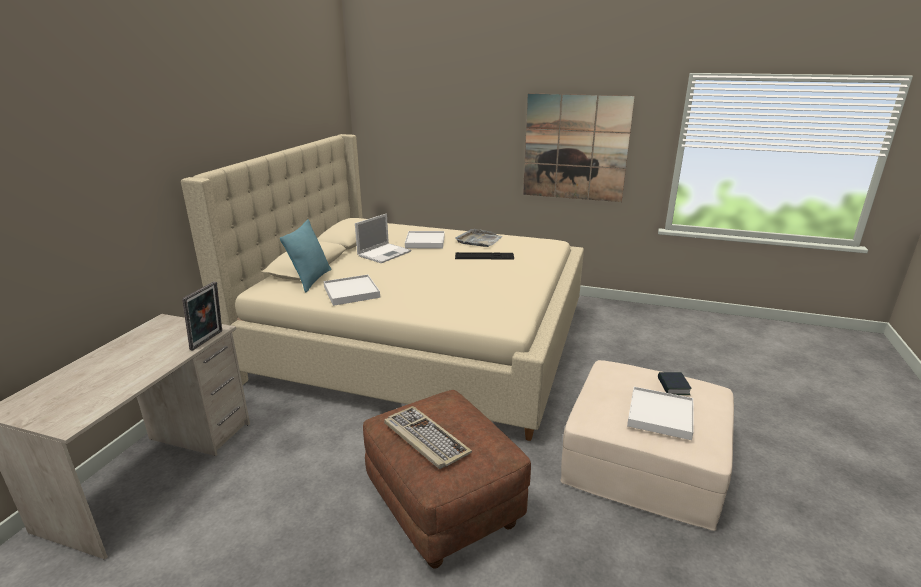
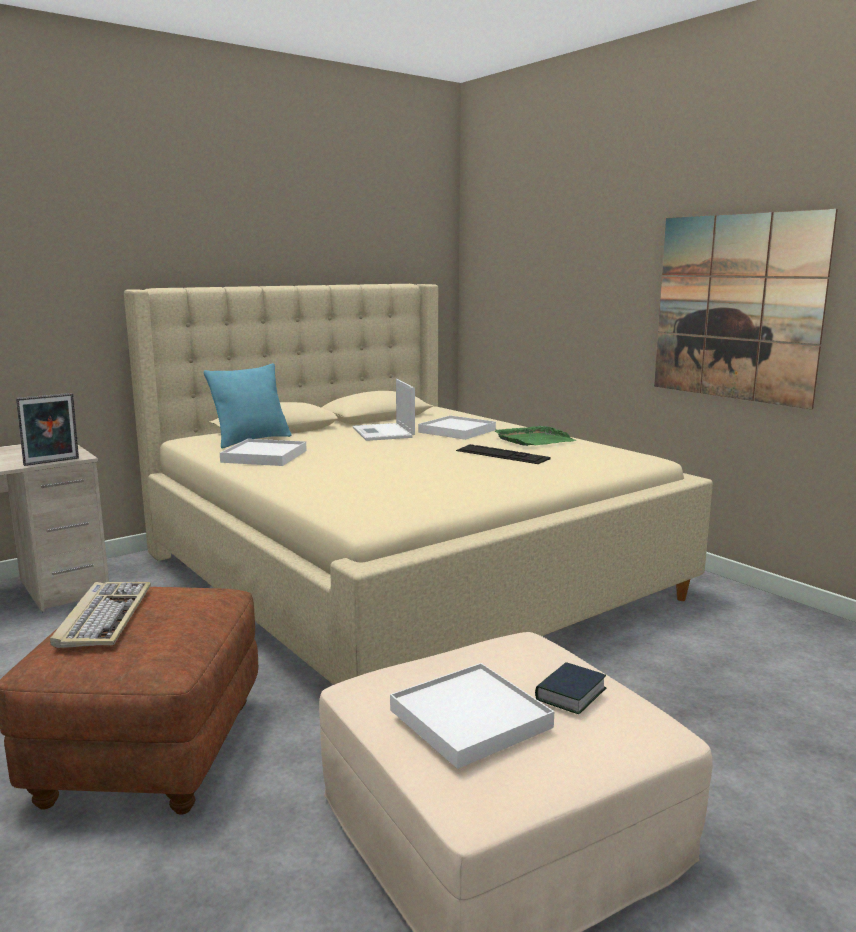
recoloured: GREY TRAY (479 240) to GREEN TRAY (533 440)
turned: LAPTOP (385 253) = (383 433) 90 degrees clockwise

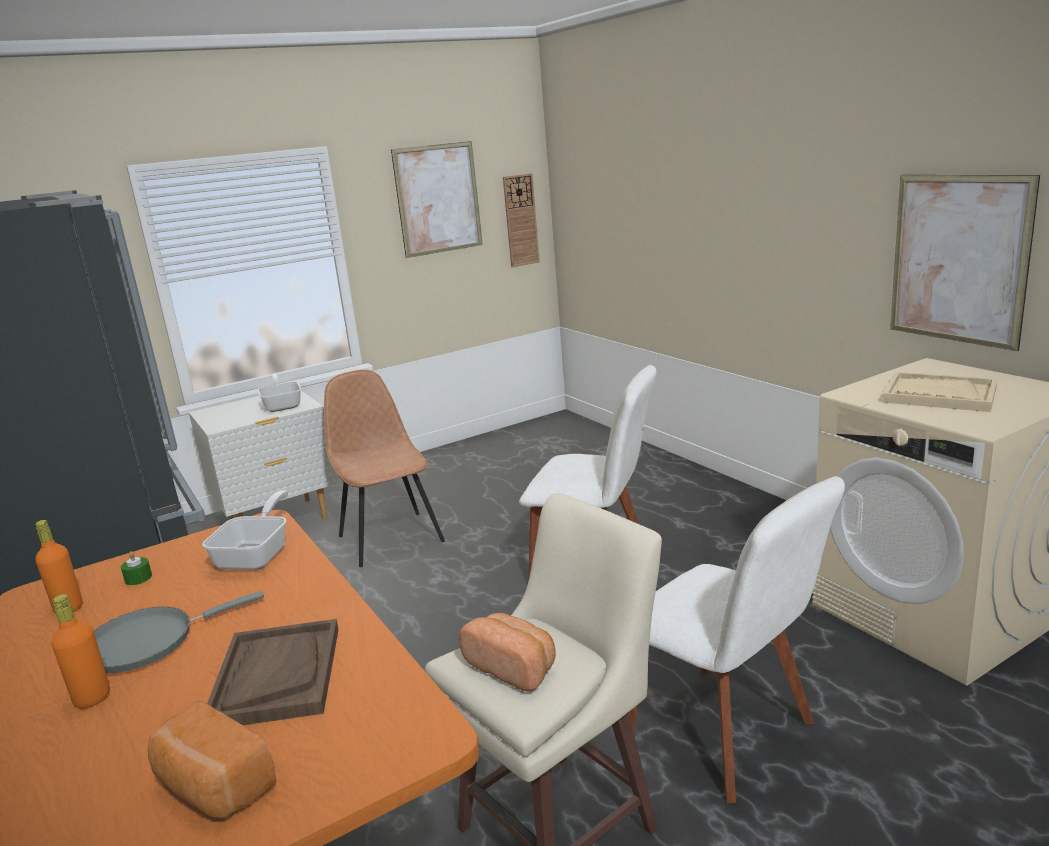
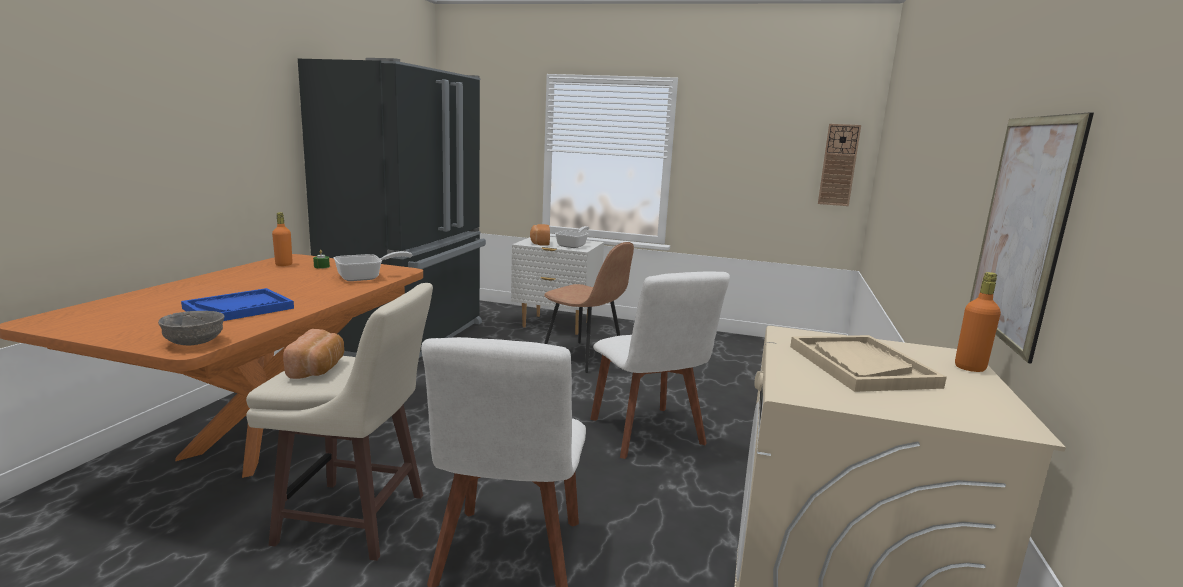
removed: GREY FRYING PAN (148 642); PICTURE (438 199)
added: GREY BOWL (194 343)
moved: ORANGE BOTTLE (92 698) to (970 367); BREAD (213 787) to (539 243)
recoloured: BROWN TRAY (276 675) to BLUE TRAY (239 308)
turned: BROWN CHAIR (390 537) = (584 357) 105 degrees clockwise

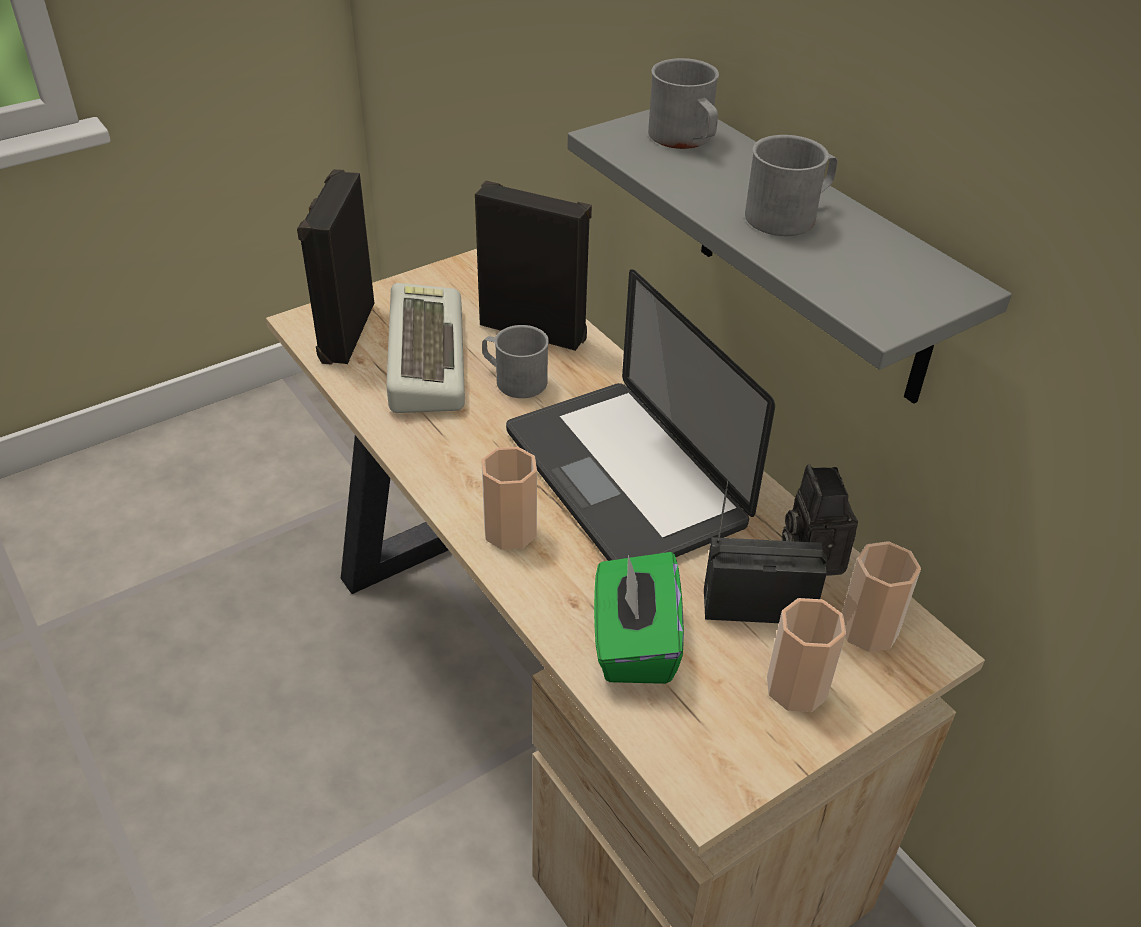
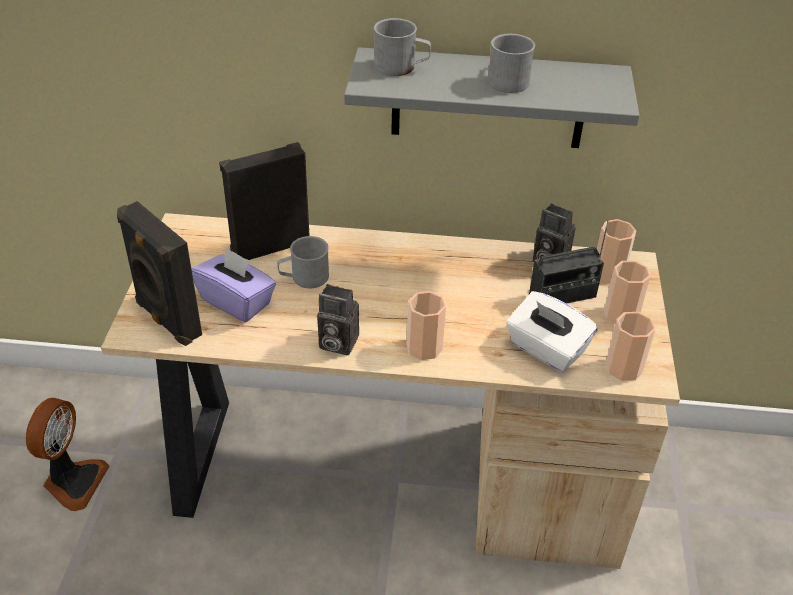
removed: LAPTOP (624 477)
added: FAN (73 481); PHOTO CAMERA (336 343); CUP (623 368)
replaced: KEYBOARD (422 357) to PURPLE TISSUE BOX (236 301)
recoloured: GREEN TISSUE BOX (634 643) to WHITE TISSUE BOX (546 349)
turned: RADIO (757 606) = (562 296) 150 degrees counterclockwise

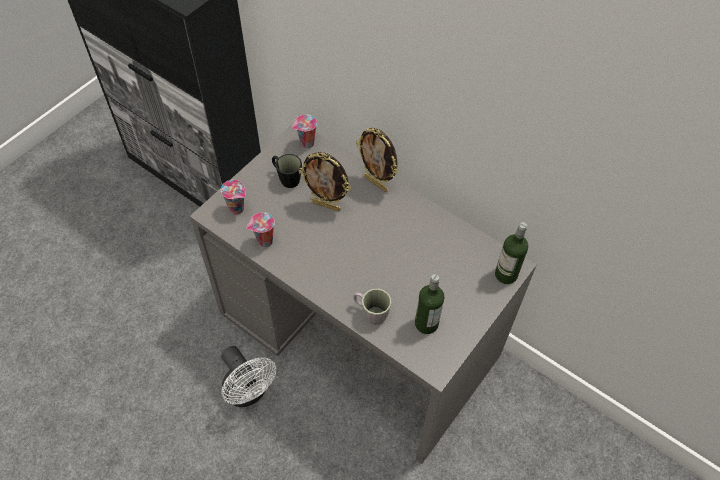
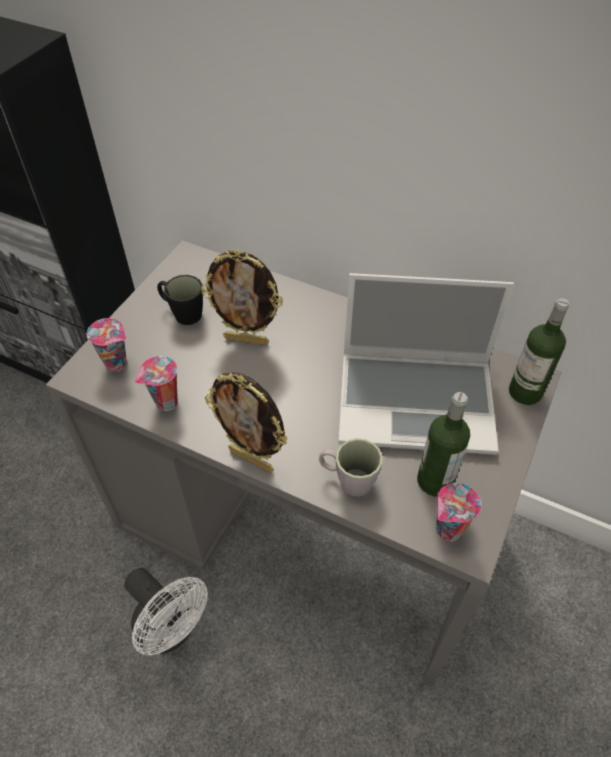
added: LAPTOP (417 402)
moved: CUP (306 144) to (447 531); PICTURE FRAME (376 183) to (252 459)

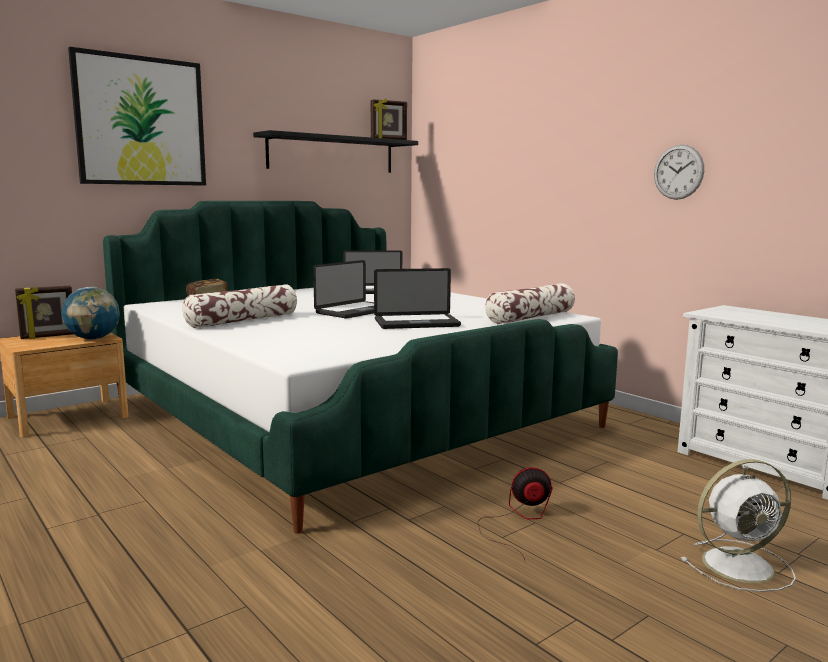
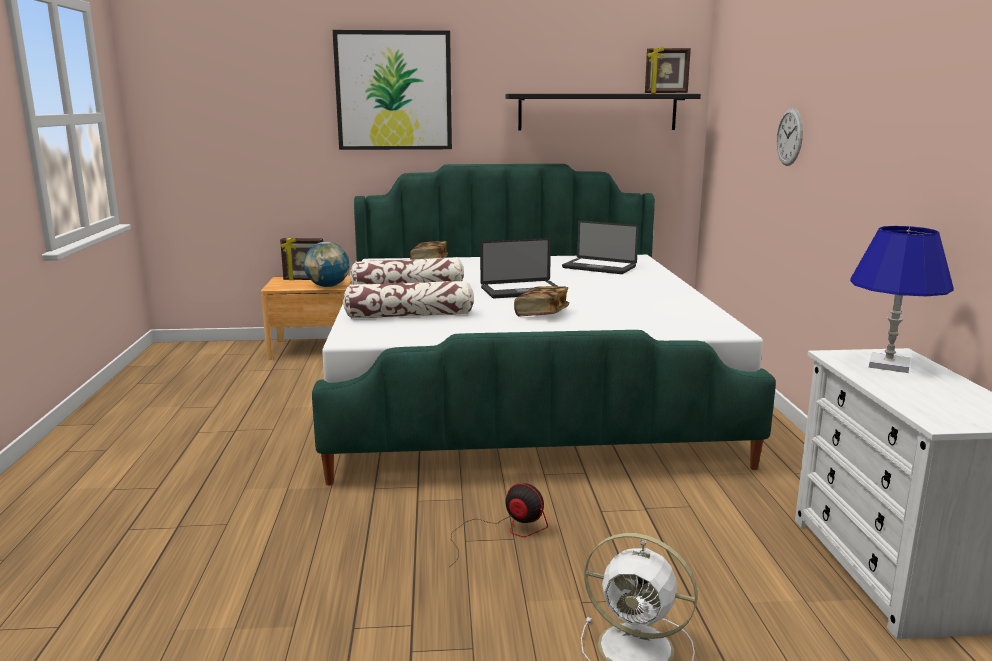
added: BLUE TABLE LAMP (888 365)
moved: PILLOW (530 317) to (410 315); WALL CLOCK (678 172) to (789 137)
replaced: LAPTOP (416 323) to BOOK (542 314)

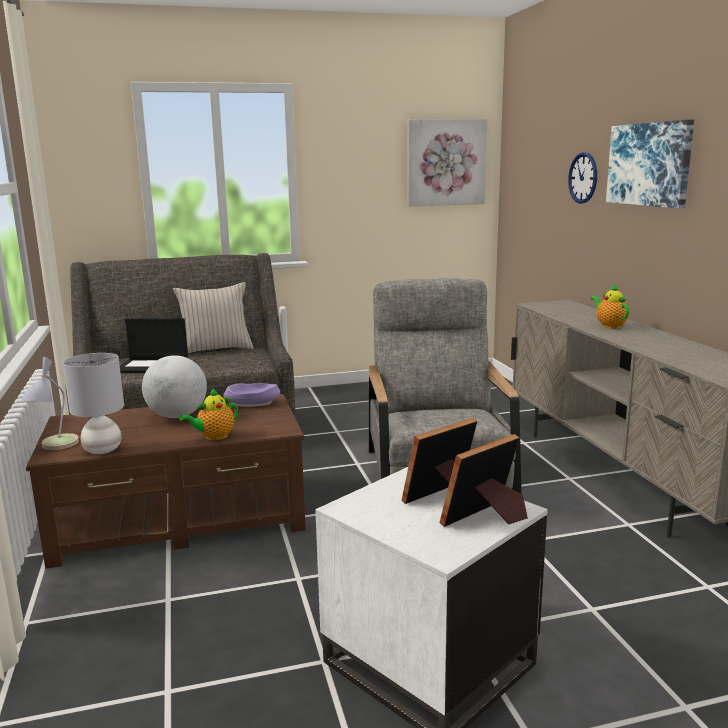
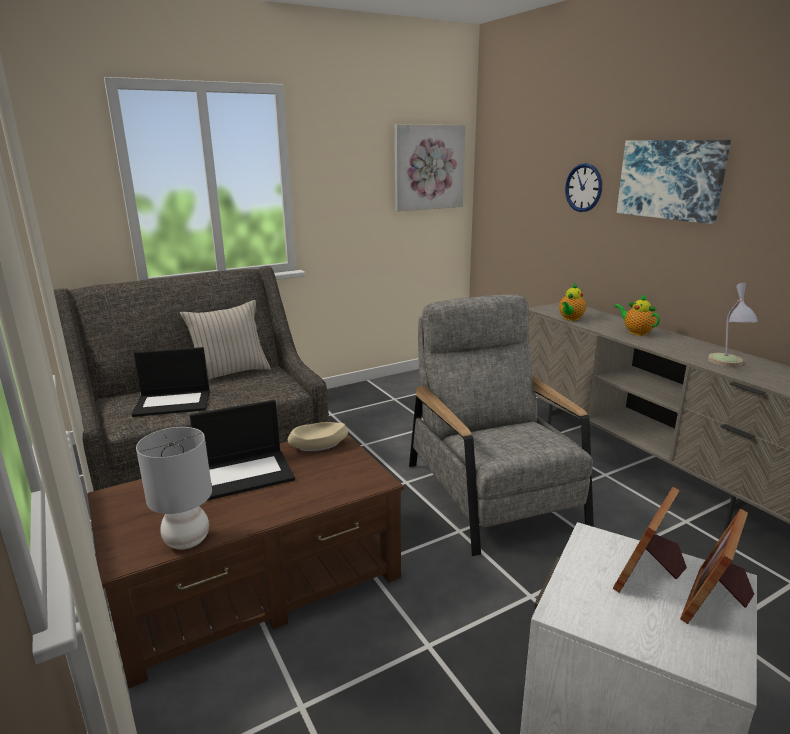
moved: TABLE LAMP (54 446) to (727 363); TEAPOT (214 437) to (570 319)
replaced: GLOBE (177 416) to LAPTOP (246 474)
recoloured: PURPLE BOWL (253 403) to BEIGE BOWL (319 445)

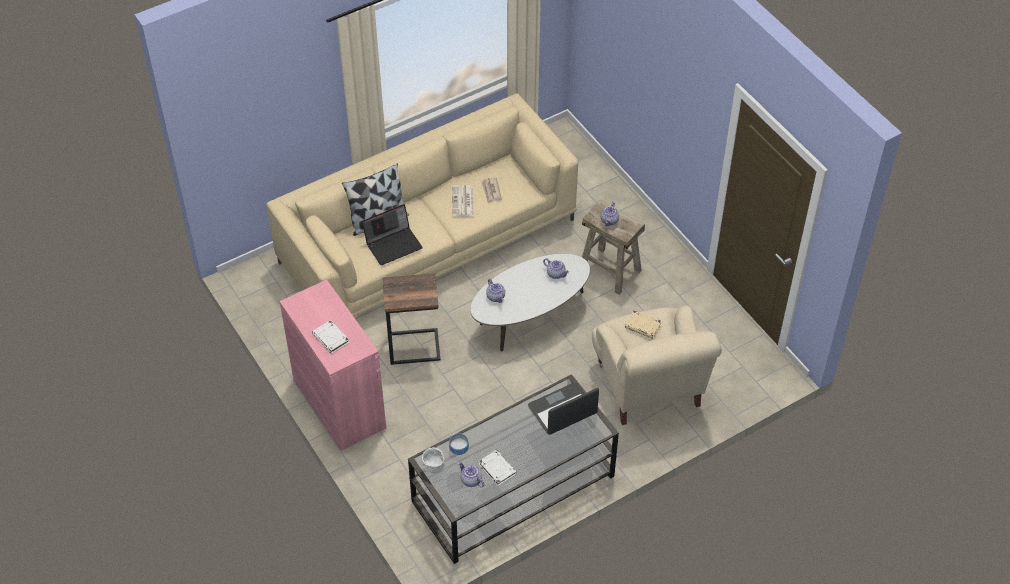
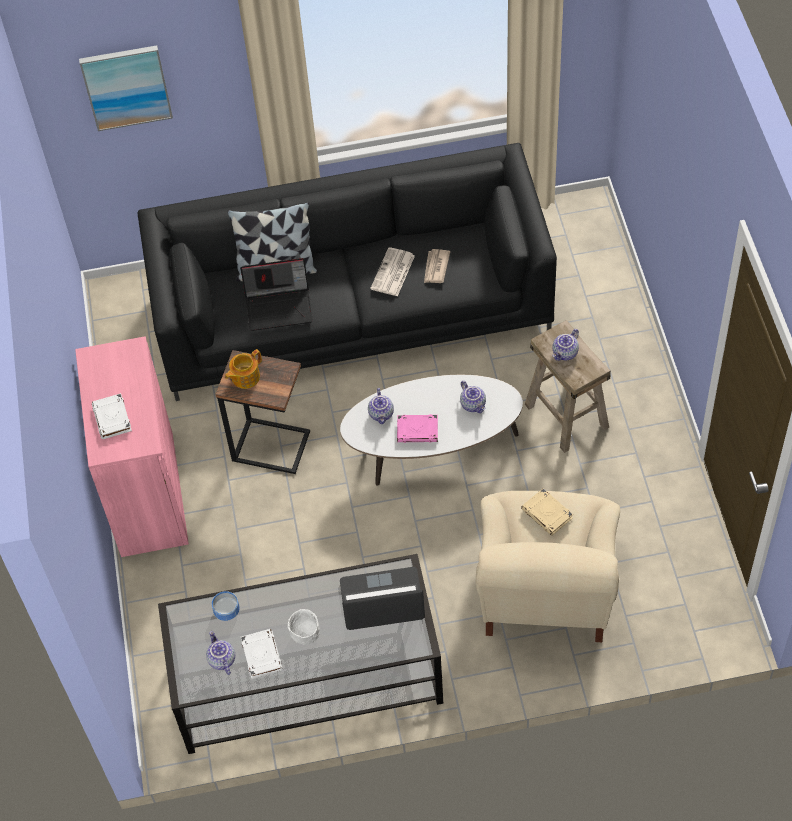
added: PICTURE (126 86); TEAPOT (244 377); PINK BOOK (418 430)
moved: WHITE BOWL (433 467) to (305 634)
recoloured: BEIGE SOFA (428 241) to BLACK SOFA (352 309)

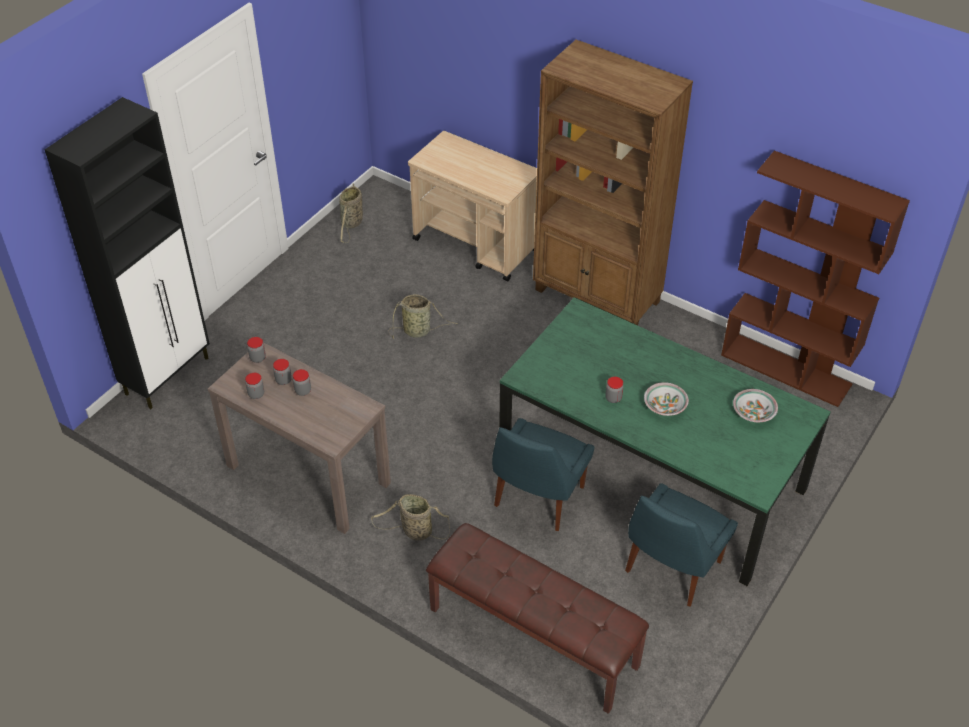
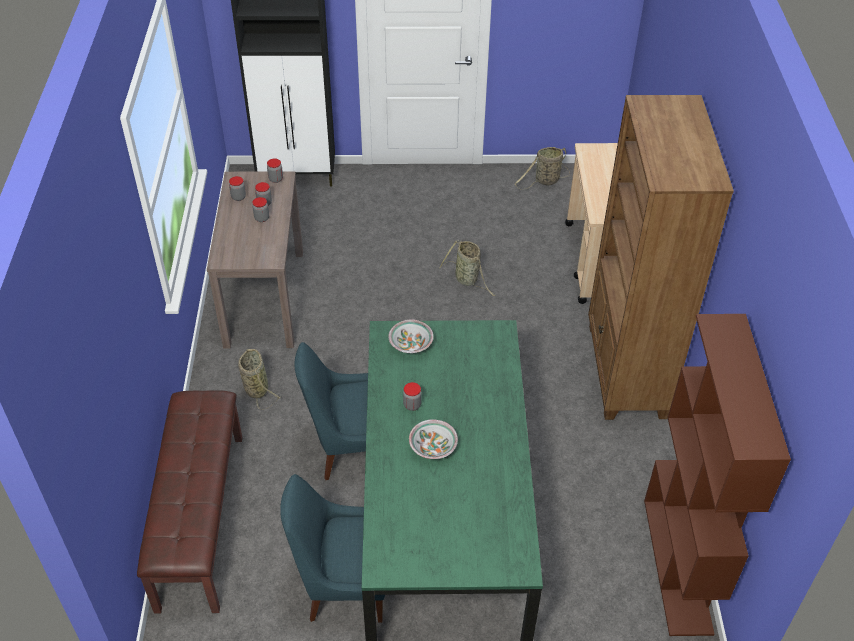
moved: BOWL (753 413) to (410 344)

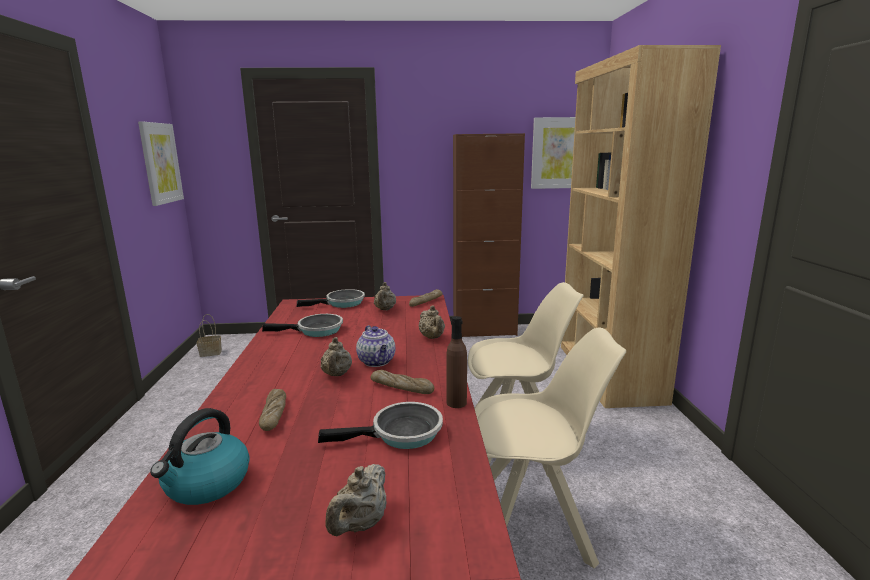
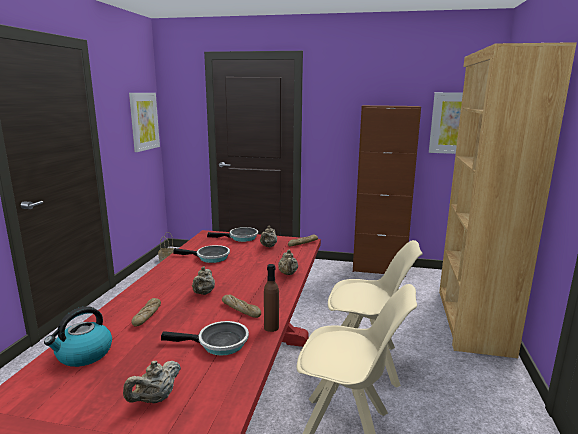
removed: TEAPOT (377 362)

